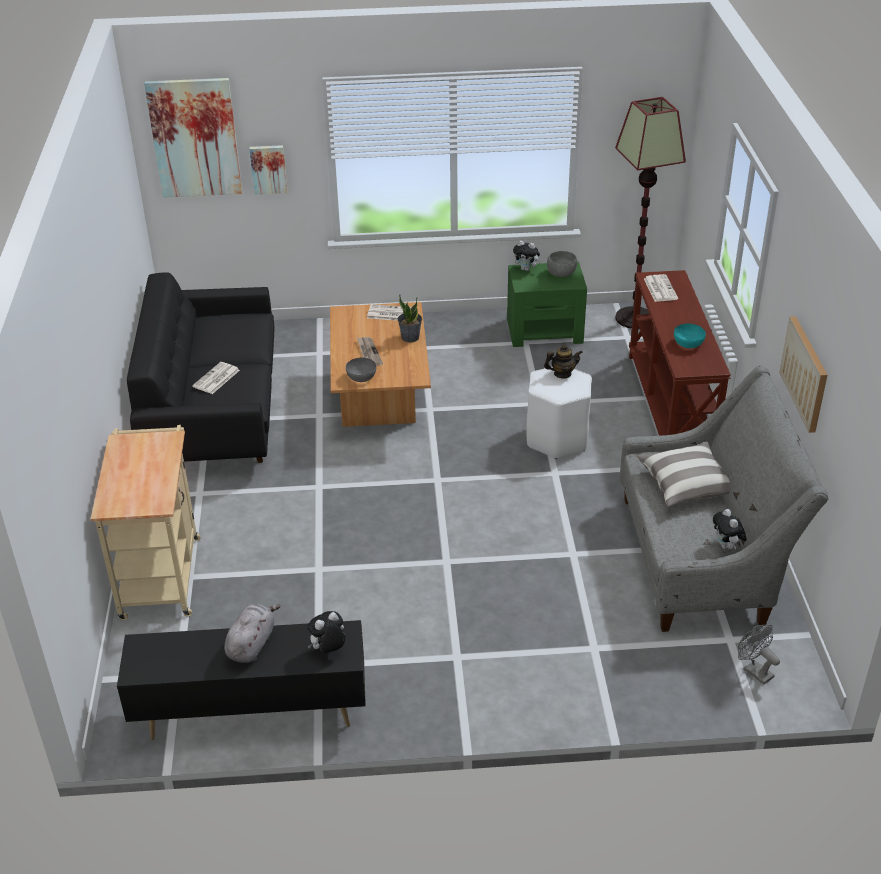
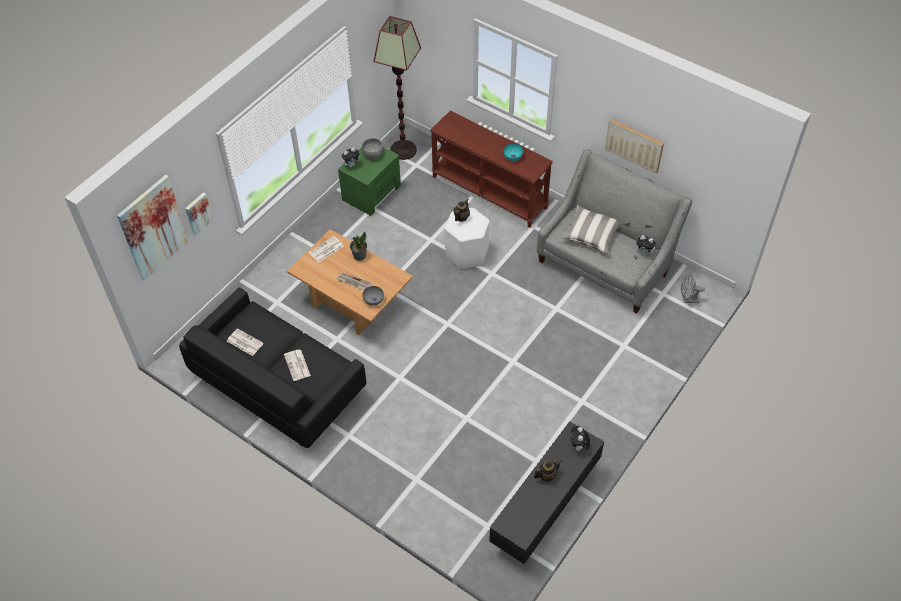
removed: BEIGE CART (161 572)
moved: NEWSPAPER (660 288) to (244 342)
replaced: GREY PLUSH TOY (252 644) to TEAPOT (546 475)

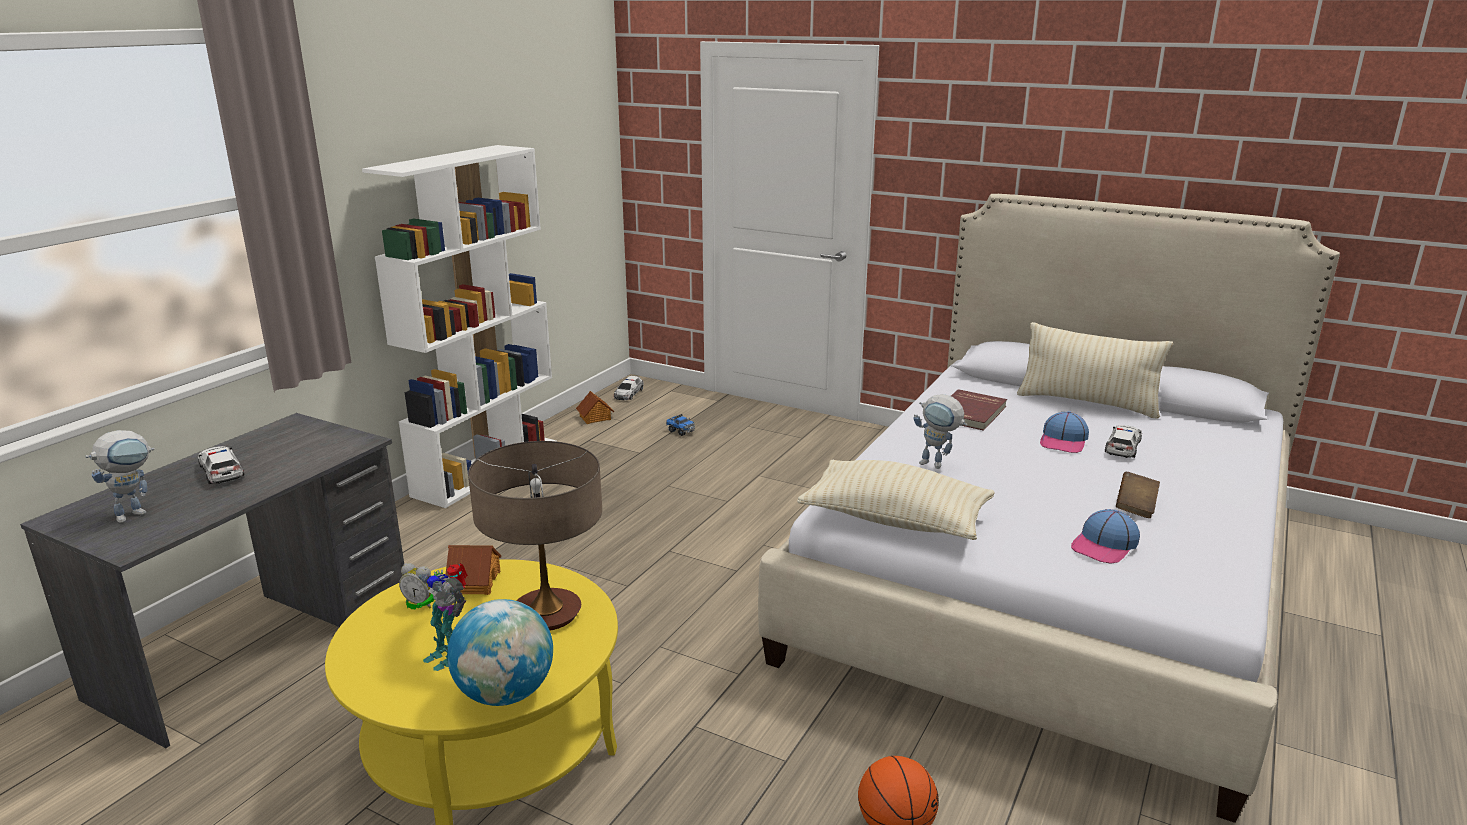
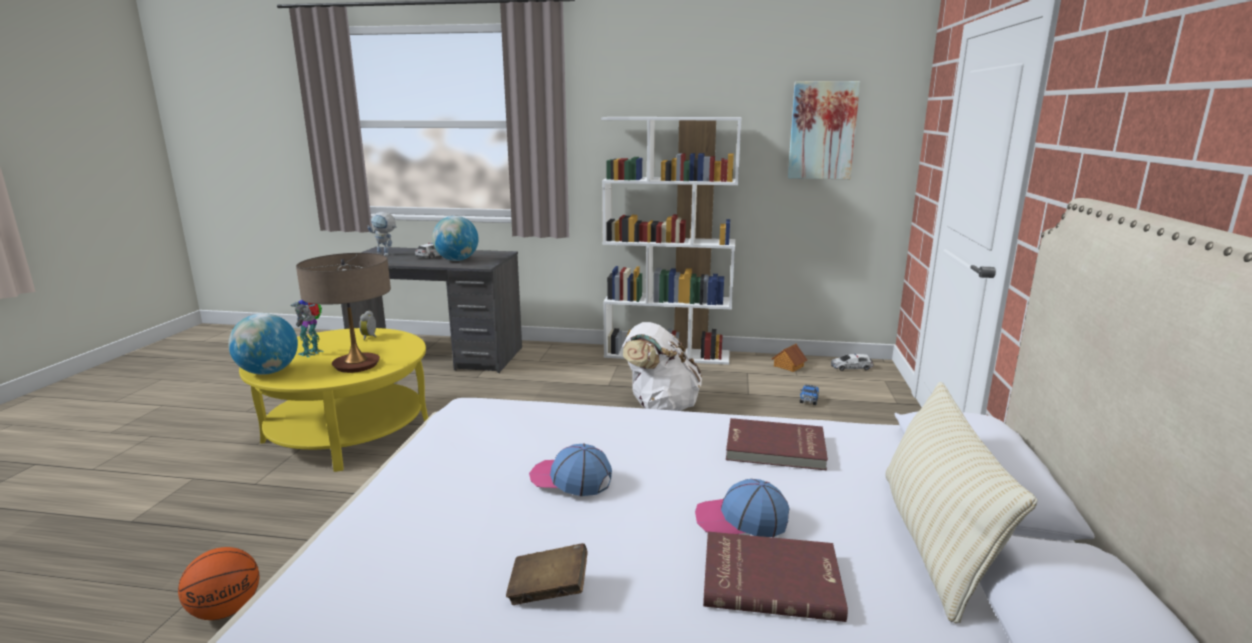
removed: TOY HOUSE (474 582); BEIGE PILLOW (895 520); TOY ROBOT (937 465)
added: GLOBE (457 260); WHITE BACKPACK (660 406); PICTURE (822 130)
moved: CAP (1104 546) to (570 479)
replaced: TOY CAR (1123 447) to RED BOOK (770 578)

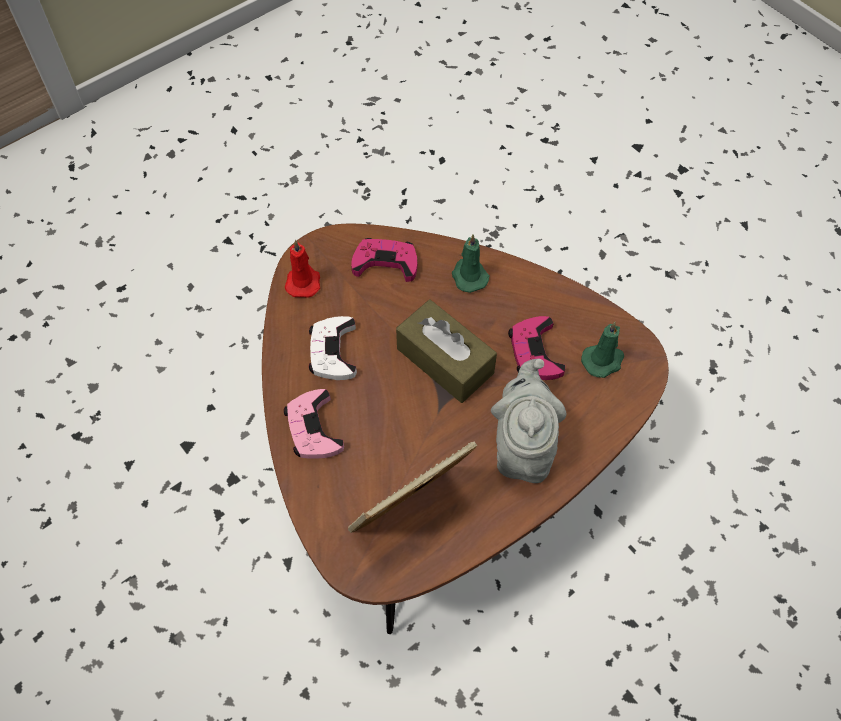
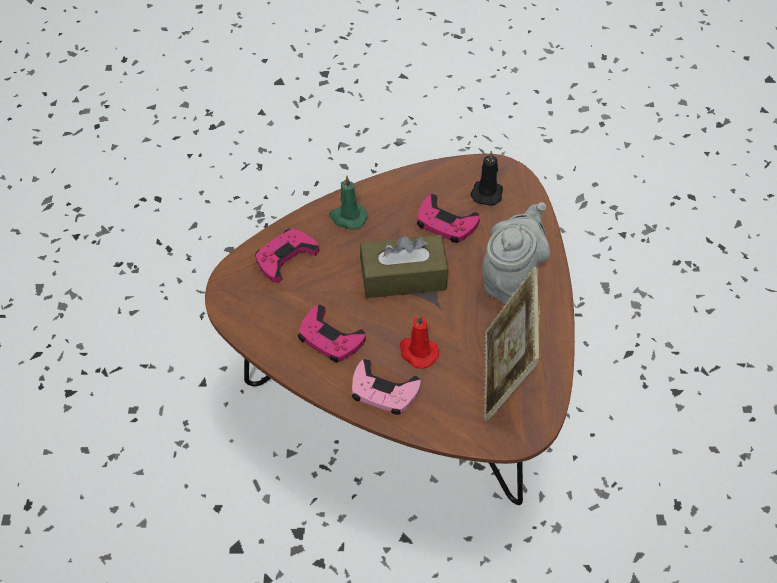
moved: RED CANDLE (303 281) to (417 352)
recoloured: WHITE GAME CONTROLLER (333 352) to PINK GAME CONTROLLER (330 338); GREEN CANDLE (603 360) to BLACK CANDLE (487 192)
turned: GREY TEAPOT (523 448) = (512 279) 75 degrees clockwise

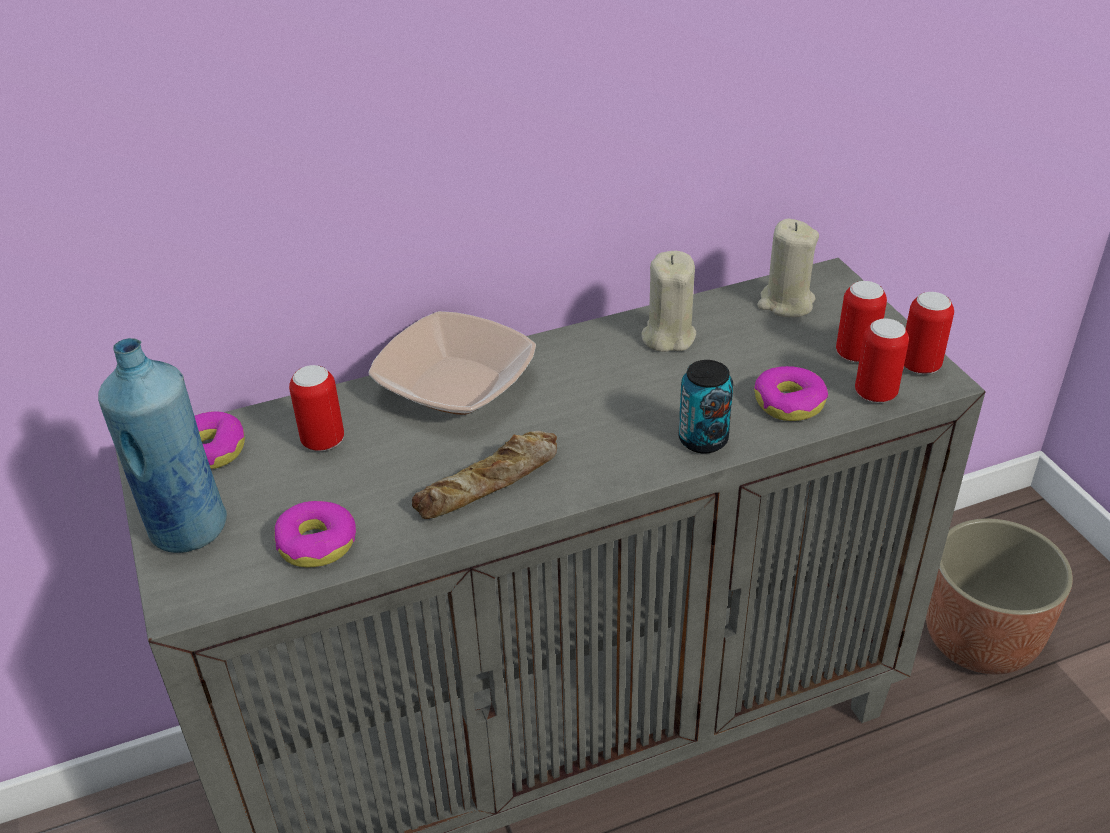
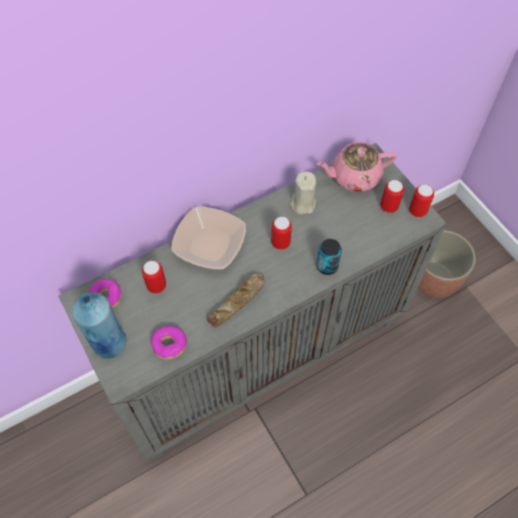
removed: DONUT (789 403)
moved: CAN (875 394) to (280 243)
replaced: BEIGE CANDLE (785 303) to PINK TEAPOT (354 176)

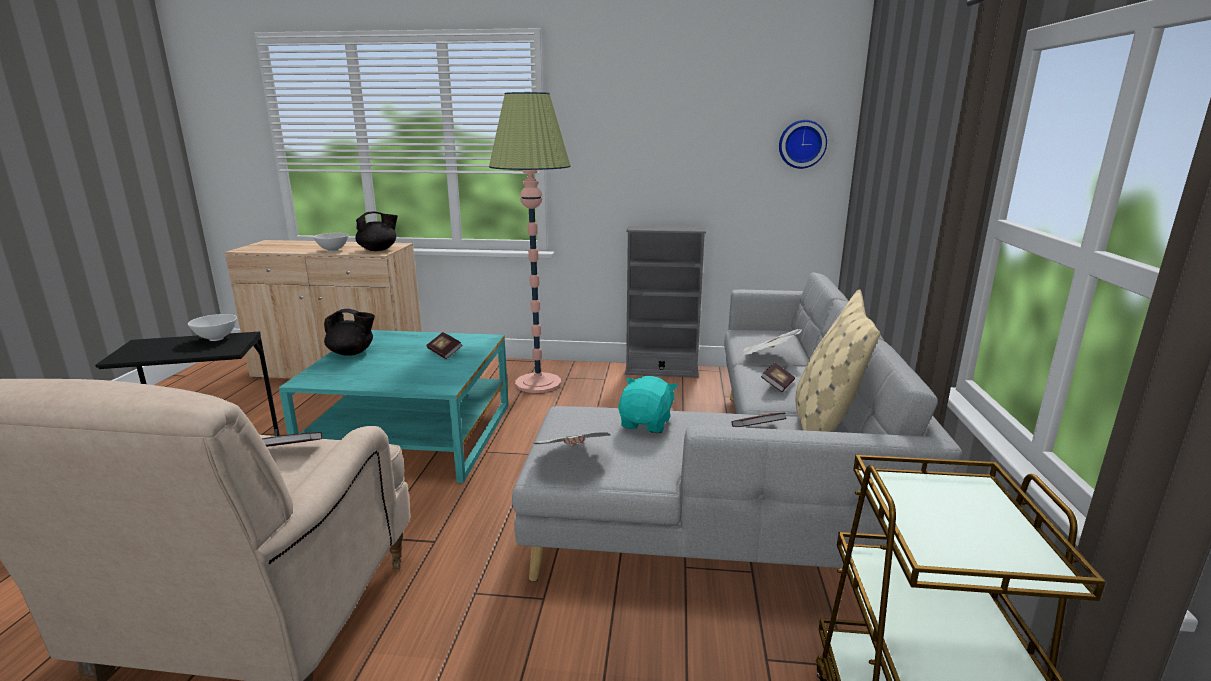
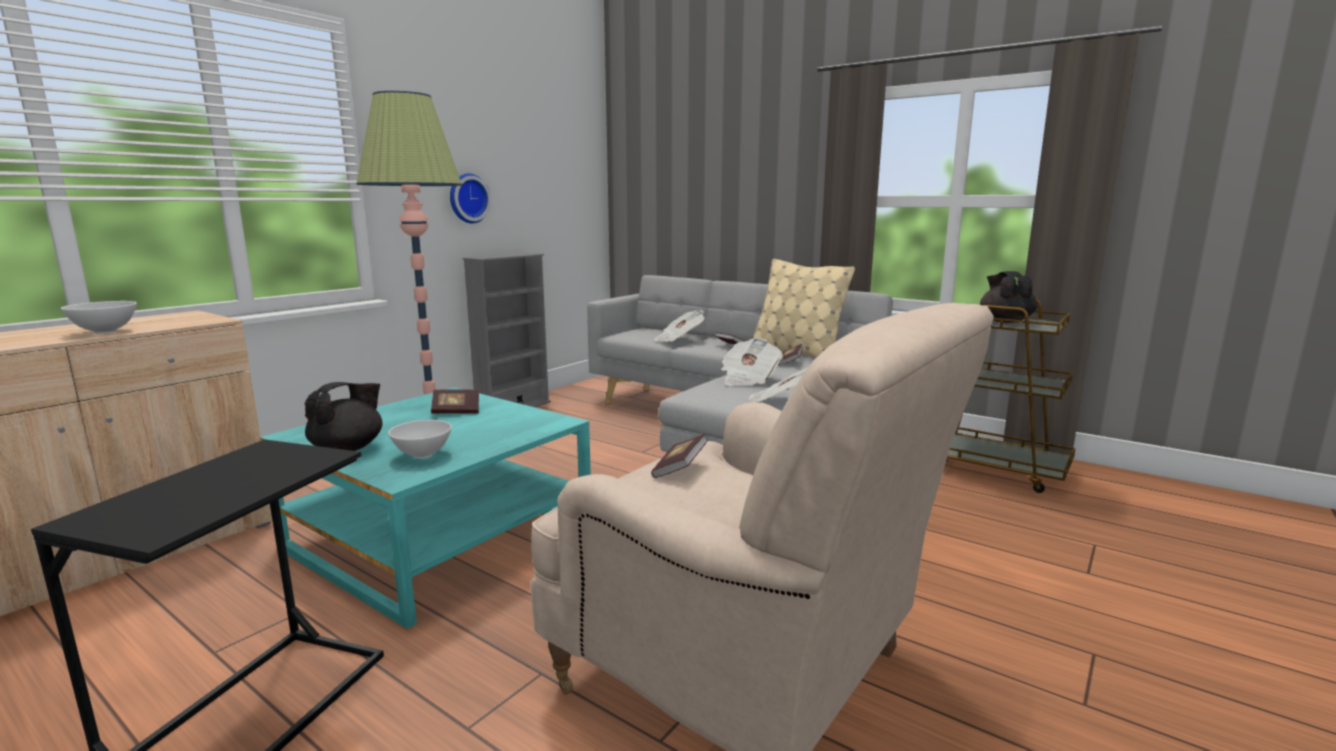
moved: WHITE BOWL (216 338) to (422 455); BLACK TEAPOT (378 250) to (1005 321); WALL CLOCK (802 144) to (467 198)
replaced: TURQUOISE PLUSH TOY (646 423) to NEWSPAPER (748 379)

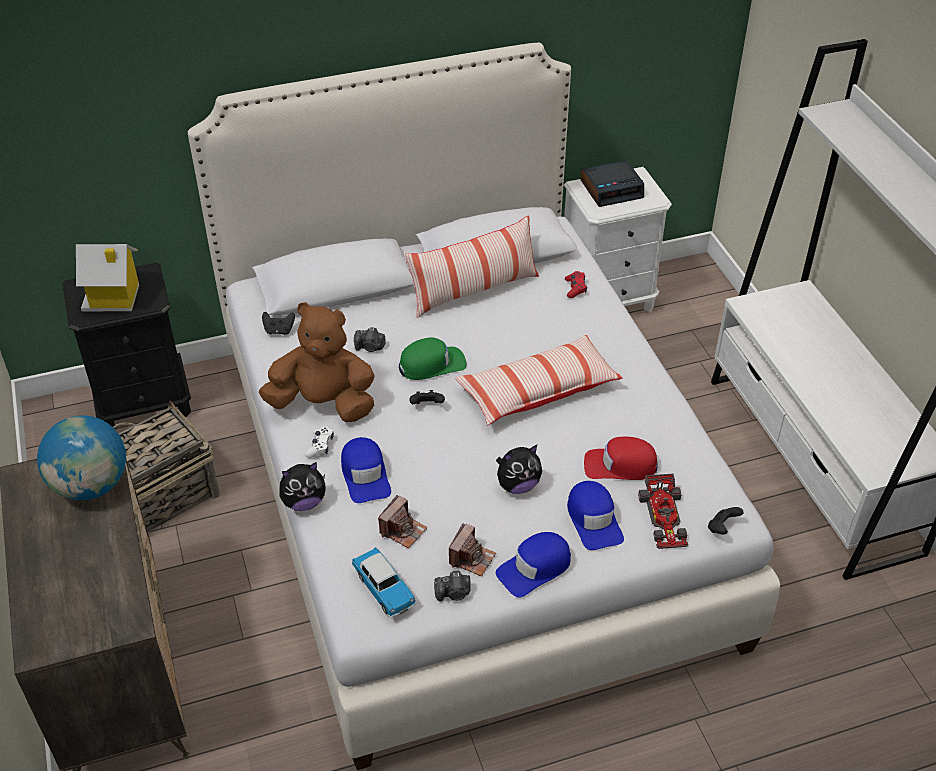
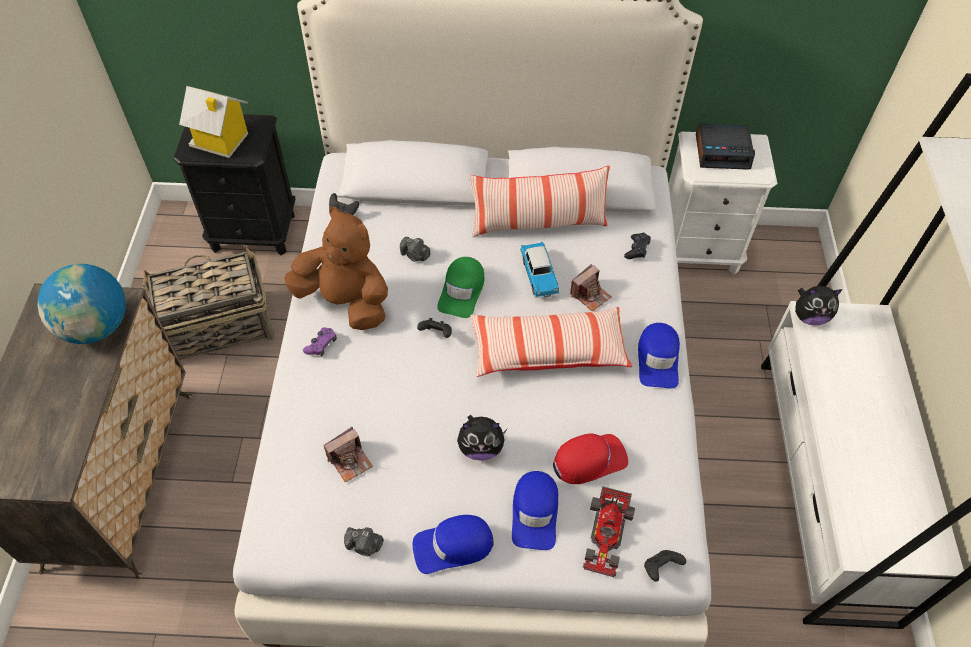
moved: PLUSH TOY (304 502) to (809 316); BLUE CAP (365 475) to (658 359); TOY CAR (384 588) to (539 275); PHOTO CAMERA (471 558) to (590 295)
recoloured: WHITE GAME CONTROLLER (320 446) to PURPLE GAME CONTROLLER (321 345); RED GAME CONTROLLER (575 288) to BLACK GAME CONTROLLER (637 249)
turned: GREEN CAP (432 364) = (462 291) 105 degrees clockwise; RED CAP (620 465) = (589 460) 135 degrees clockwise

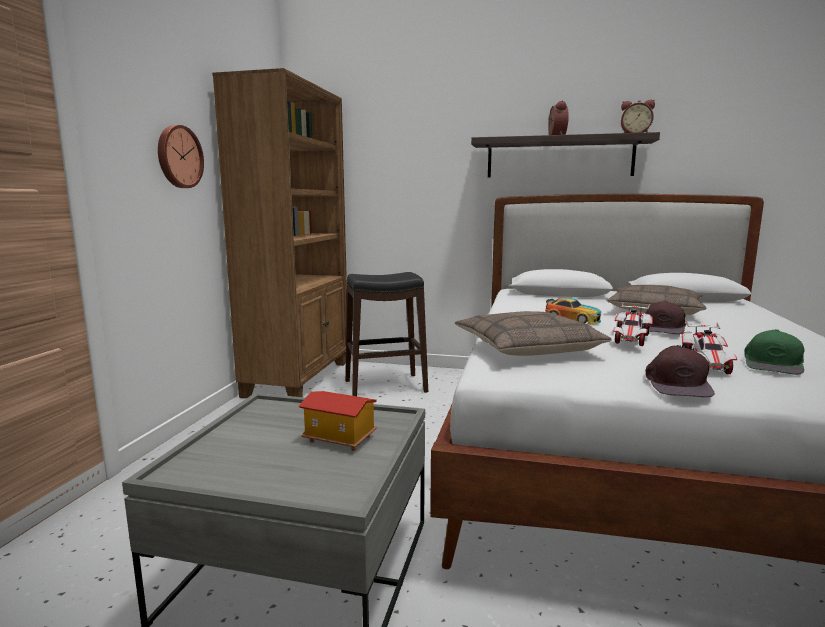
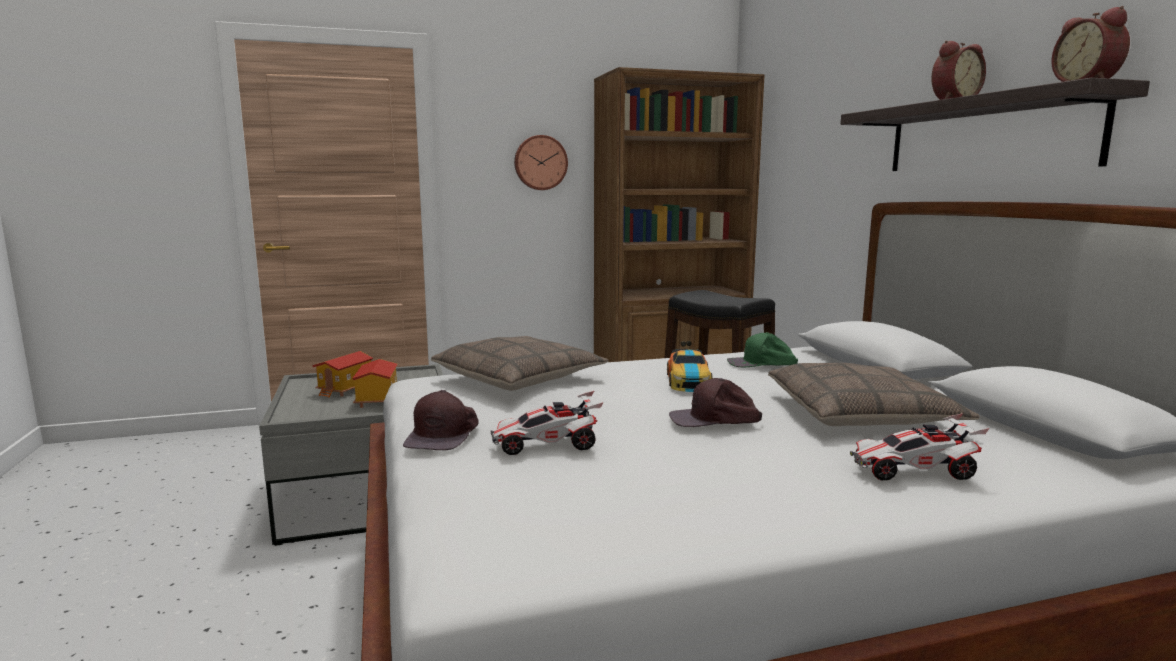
added: TOY HOUSE (346 390)
moved: TOY CAR (631 339) to (913 471); GREEN CAP (773 364) to (761 364)
turned: BROWN CAP (677 384) = (444 434) 60 degrees counterclockwise

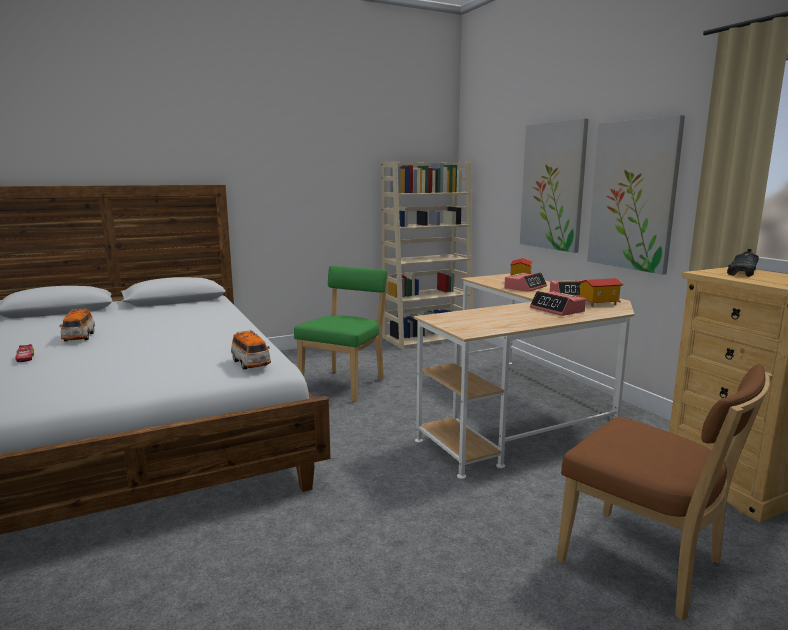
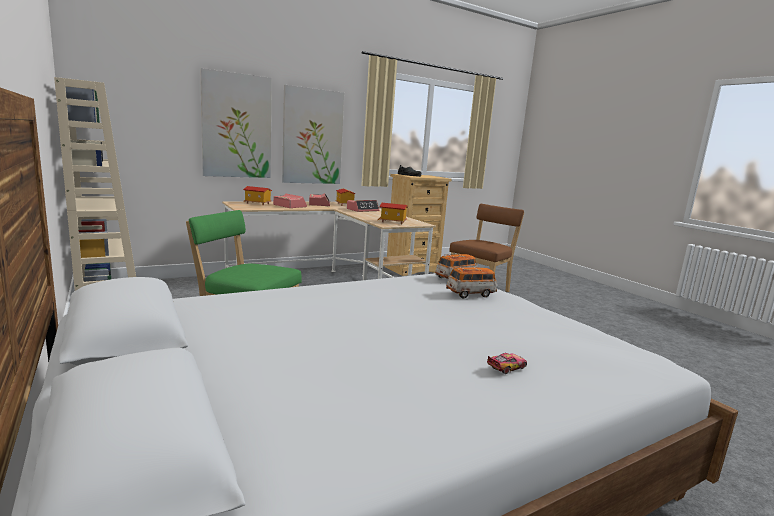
added: TOY HOUSE (392 222)
moved: TOY CAR (79 337) to (471 294)

